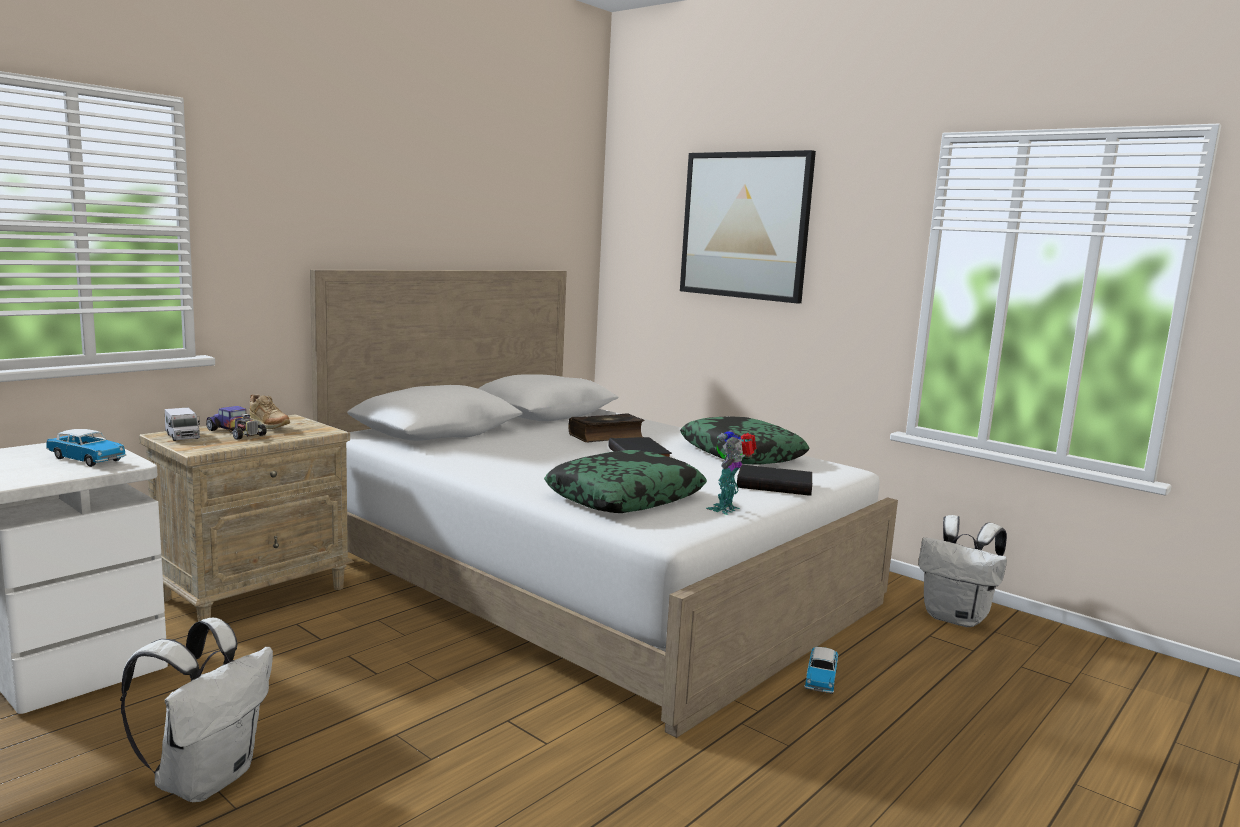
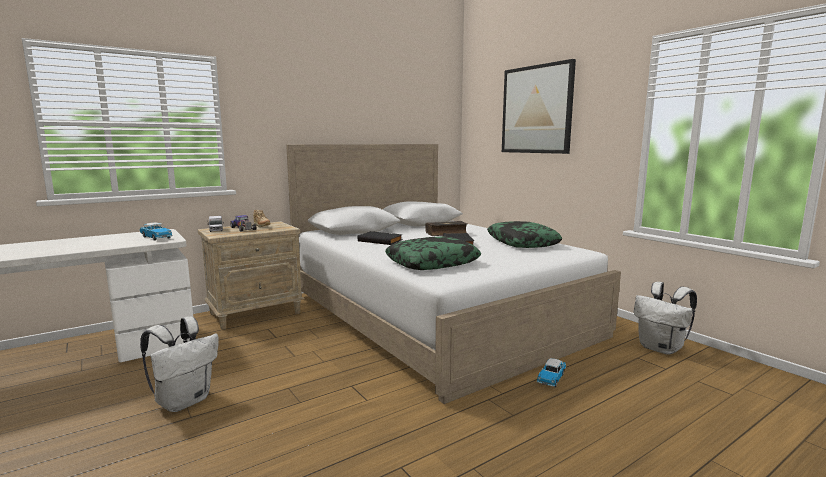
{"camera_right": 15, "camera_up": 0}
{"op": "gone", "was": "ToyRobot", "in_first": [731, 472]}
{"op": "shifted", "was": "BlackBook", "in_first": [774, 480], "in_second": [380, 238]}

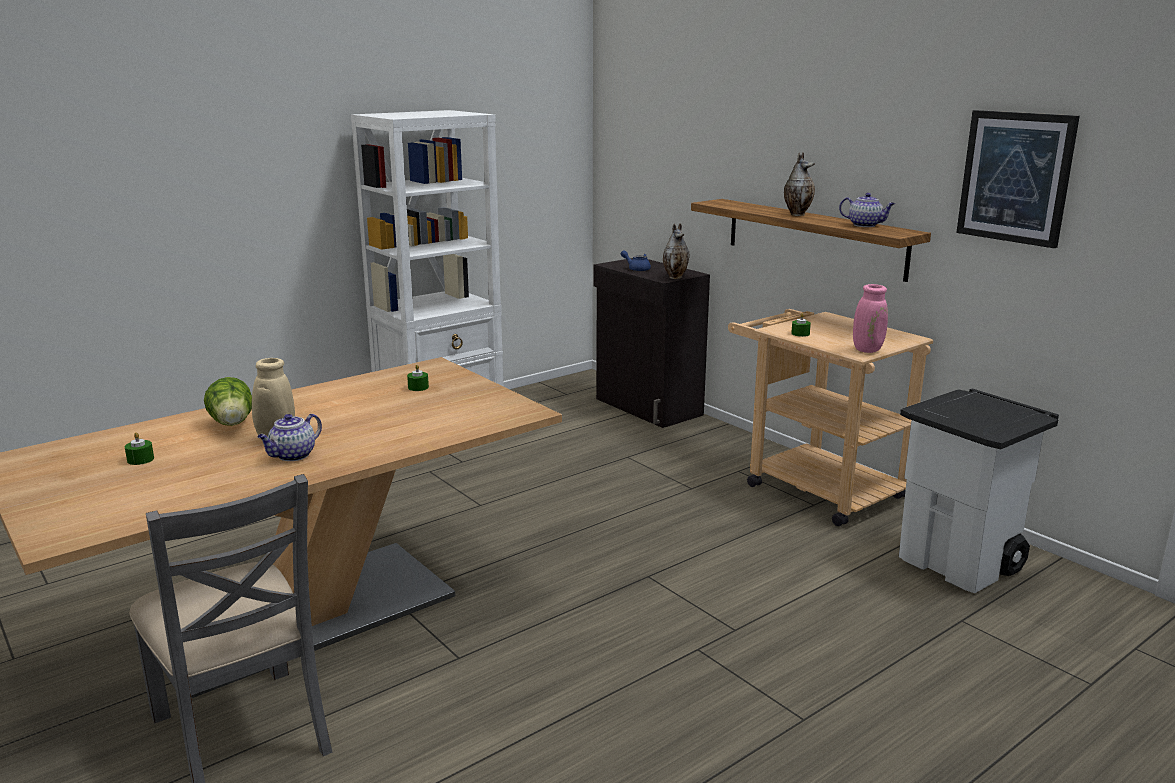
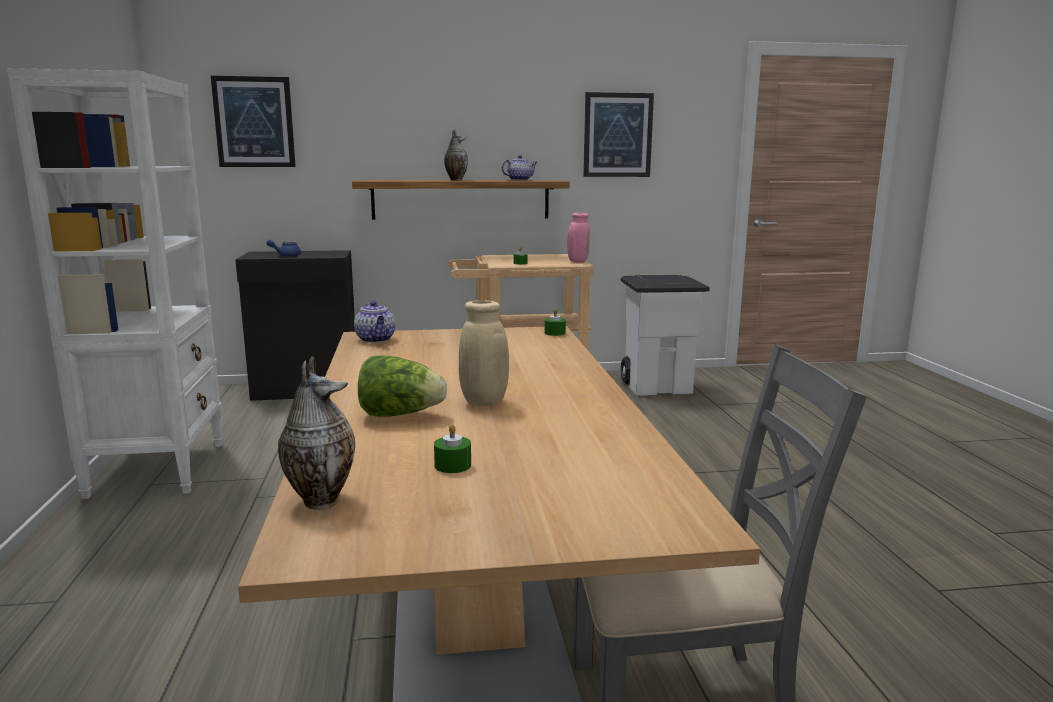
{"camera_right": -60, "camera_up": -5}
{"op": "shifted", "was": "Vase", "in_first": [676, 251], "in_second": [316, 433]}
{"op": "shifted", "was": "GreenCandle", "in_first": [418, 377], "in_second": [555, 322]}
{"op": "shifted", "was": "Teapot", "in_first": [289, 437], "in_second": [375, 322]}
{"op": "new", "now": "Picture", "in_second": [253, 121]}

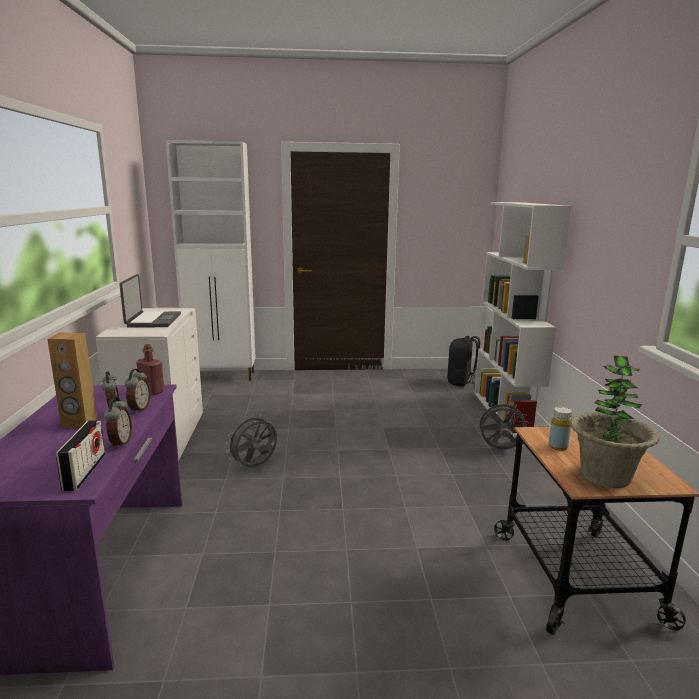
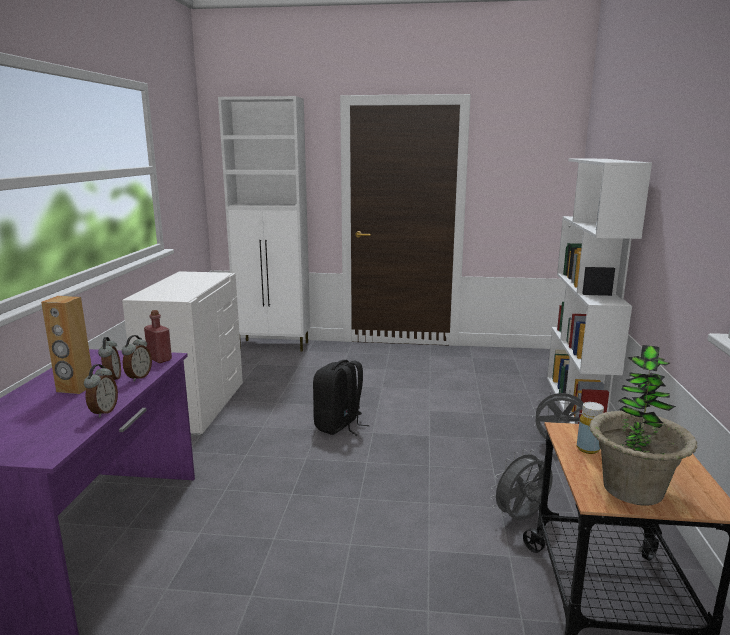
{"camera_right": 10, "camera_up": 0}
{"op": "gone", "was": "Laptop", "in_first": [150, 301]}
{"op": "shifted", "was": "BlackBackpack", "in_first": [464, 361], "in_second": [341, 398]}
{"op": "shifted", "was": "GreyFan", "in_first": [251, 440], "in_second": [521, 485]}
{"op": "gone", "was": "Radio", "in_first": [80, 455]}

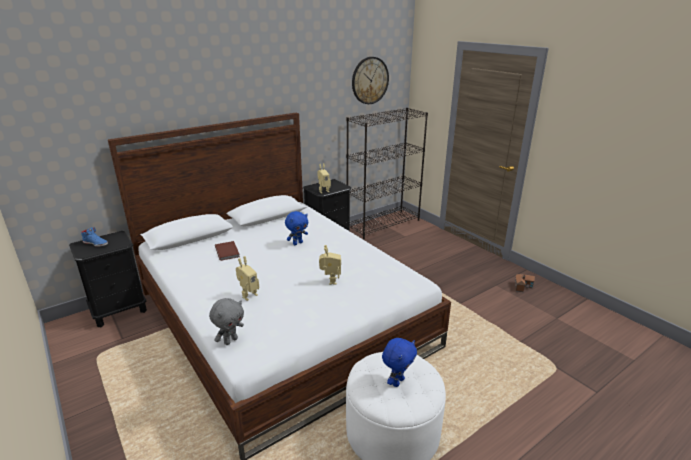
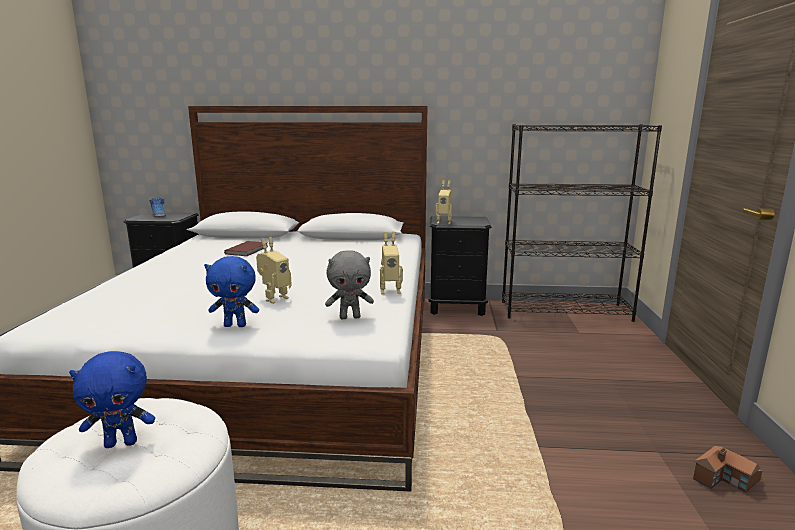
{"camera_right": 40, "camera_up": -10}
{"op": "gone", "was": "WallClock", "in_first": [370, 80]}
{"op": "shifted", "was": "BluePlushToy", "in_first": [296, 228], "in_second": [231, 291]}
{"op": "shifted", "was": "ToyRobot", "in_first": [247, 278], "in_second": [391, 263]}
{"op": "shifted", "was": "GreyPlushToy", "in_first": [226, 321], "in_second": [349, 284]}

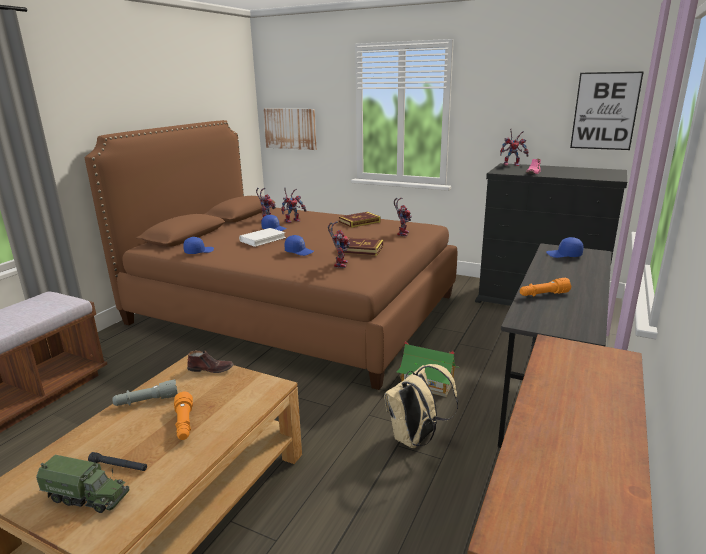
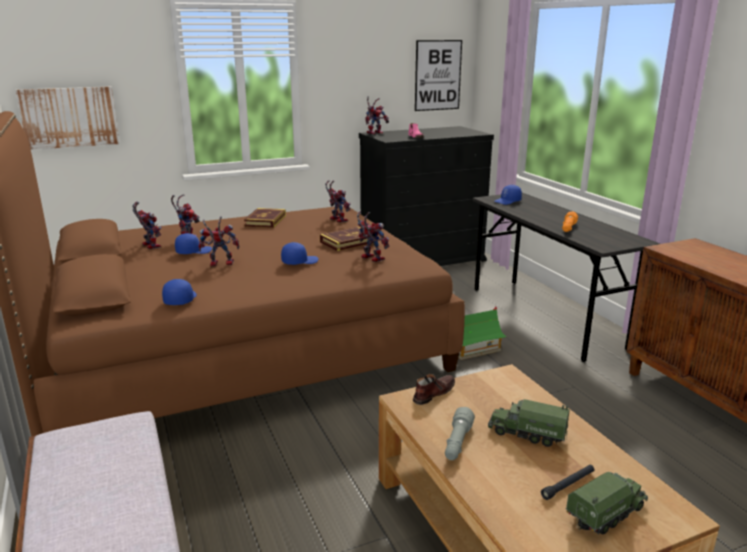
{"camera_right": -50, "camera_up": 0}
{"op": "swapped", "was": "WhiteBook", "now": "ToyRobot", "in_first": [263, 237], "in_second": [218, 241]}
{"op": "gone", "was": "BeigeBackpack", "in_first": [421, 406]}
{"op": "swapped", "was": "OrangeFlashlight", "now": "ToyTruck", "in_first": [183, 415], "in_second": [528, 423]}

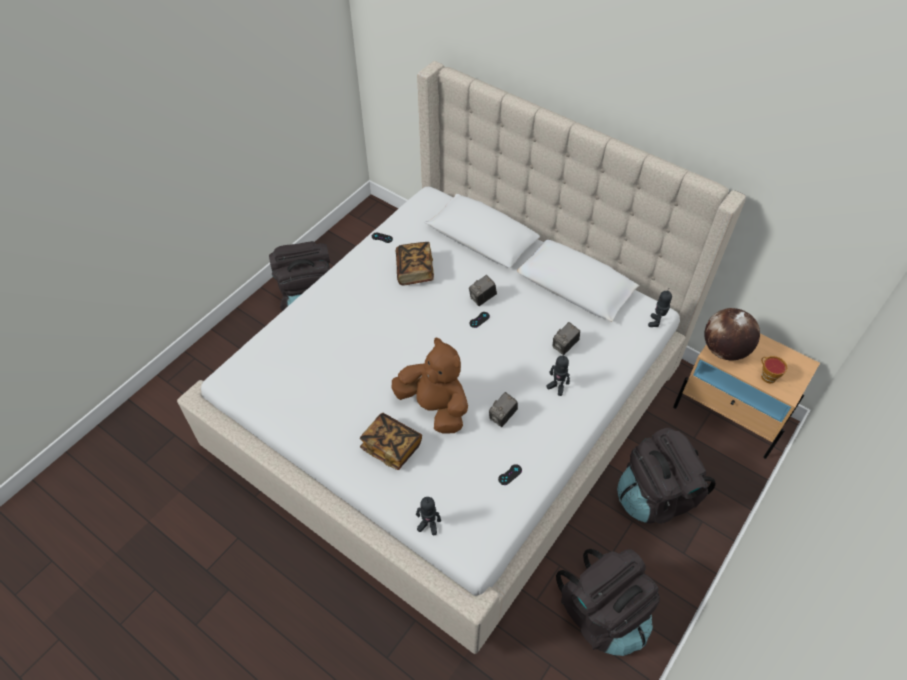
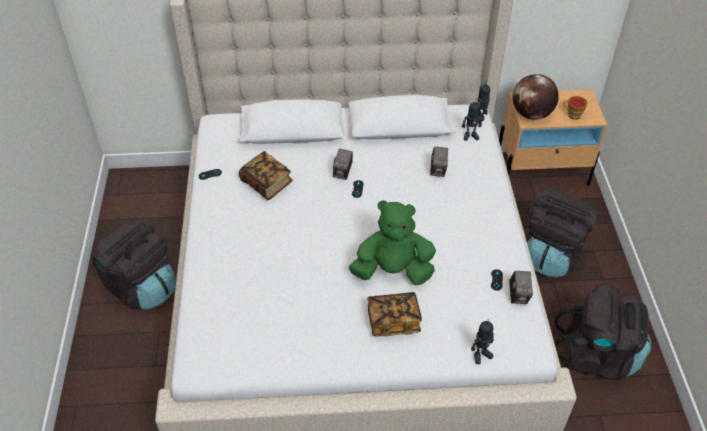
{"camera_right": -40, "camera_up": -5}
{"op": "repainted", "was": "BrownPlushToy", "now": "GreenPlushToy", "in_first": [430, 385], "in_second": [392, 242]}
{"op": "shifted", "was": "ToyRobot", "in_first": [558, 375], "in_second": [472, 120]}
{"op": "shifted", "was": "PhotoCamera", "in_first": [503, 409], "in_second": [521, 287]}

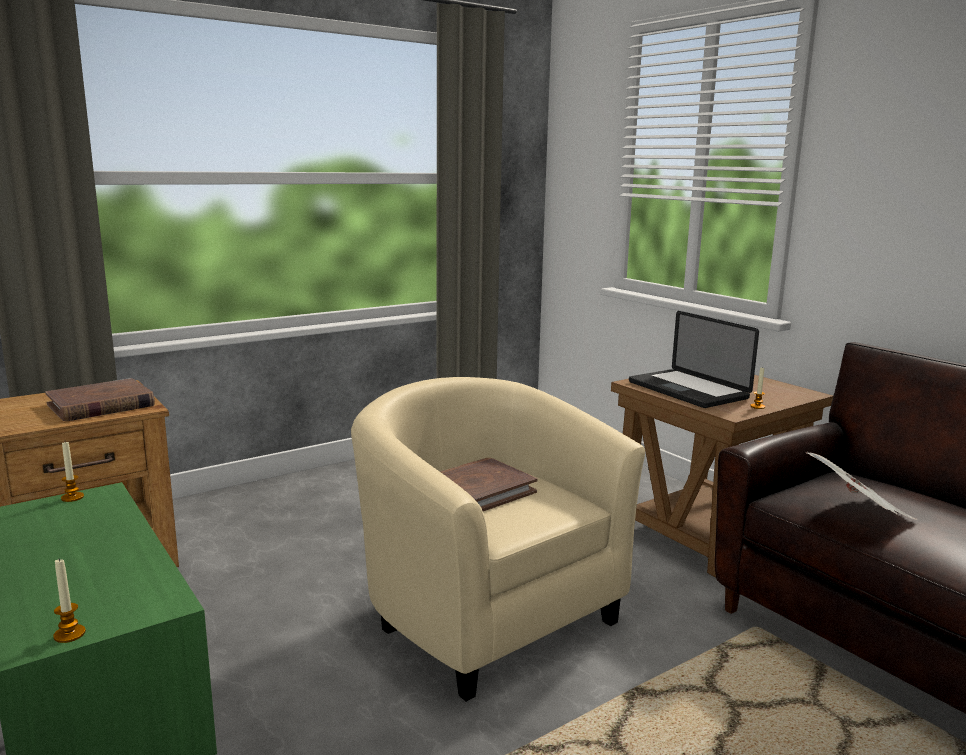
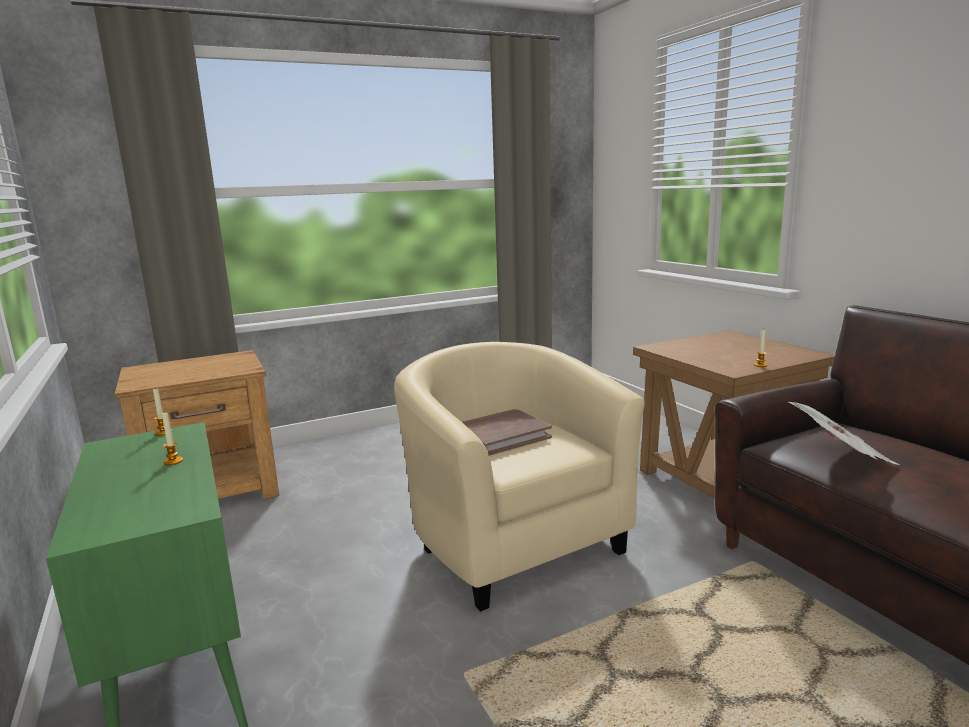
{"camera_right": 10, "camera_up": 0}
{"op": "gone", "was": "Laptop", "in_first": [694, 359]}
{"op": "gone", "was": "BrownBook", "in_first": [100, 399]}
{"op": "shifted", "was": "Candle", "in_first": [69, 601], "in_second": [172, 438]}

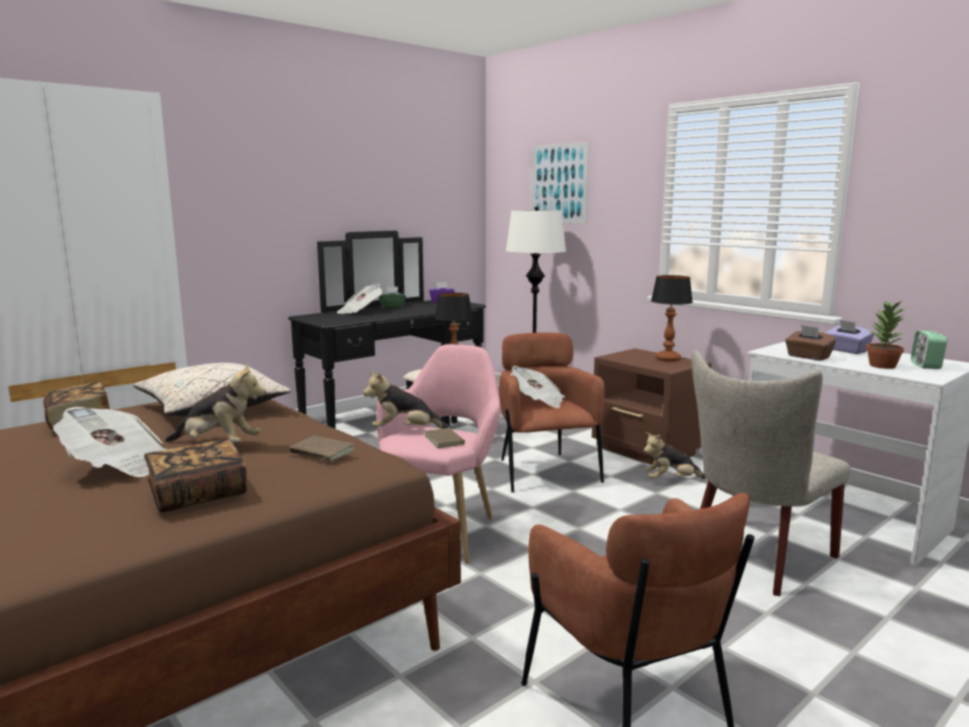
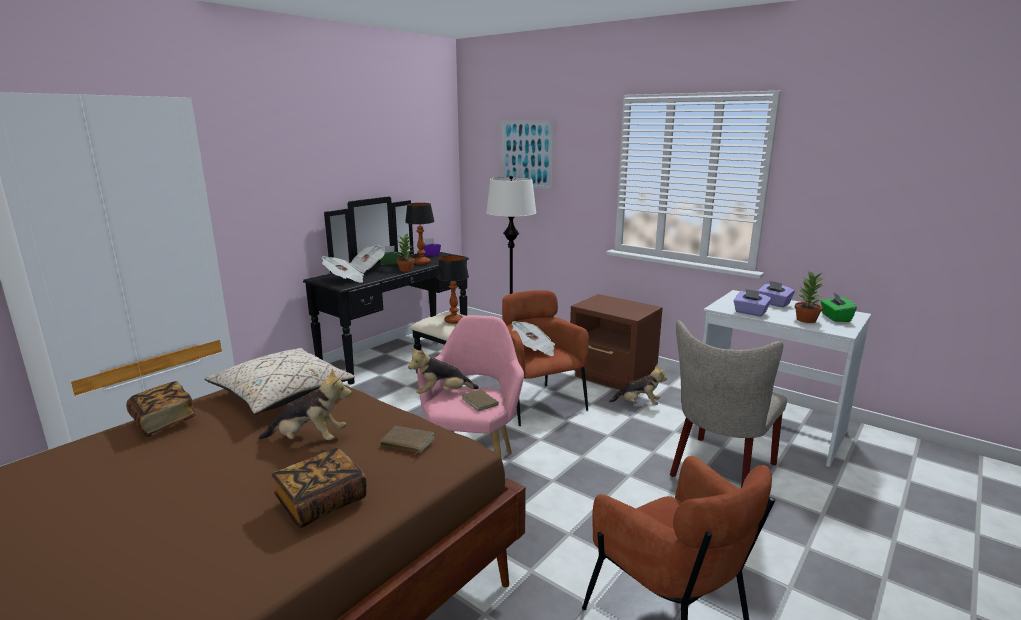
{"camera_right": -10, "camera_up": 5}
{"op": "shifted", "was": "TableLamp", "in_first": [672, 318], "in_second": [419, 234]}
{"op": "repainted", "was": "BrownTissueBox", "now": "PurpleTissueBox", "in_first": [810, 343], "in_second": [752, 302]}
{"op": "swapped", "was": "AlarmClock", "now": "GreenTissueBox", "in_first": [929, 350], "in_second": [839, 307]}
{"op": "shifted", "was": "Newspaper", "in_first": [110, 442], "in_second": [343, 269]}
{"op": "rotated", "was": "PlushToy", "in_first": [675, 455], "in_second": [638, 385], "clockwise": -150}
{"op": "new", "now": "PottedPlant", "in_second": [406, 253]}

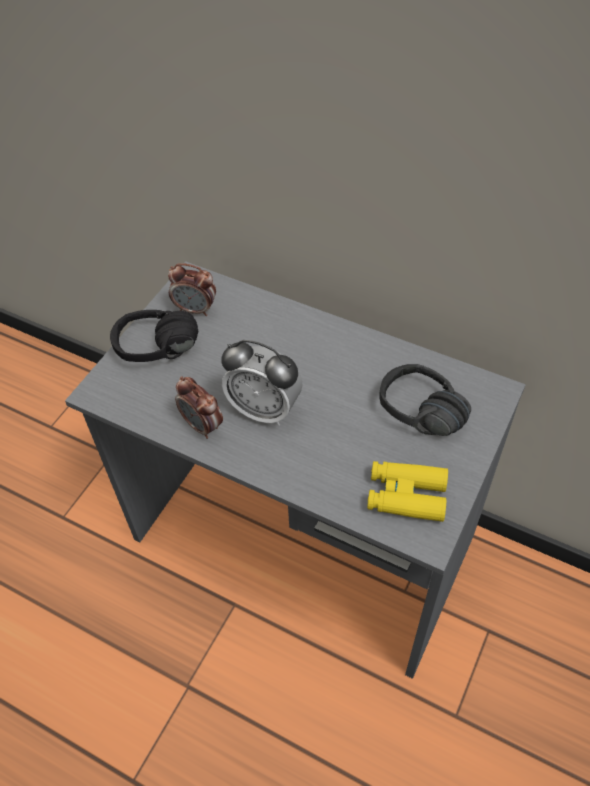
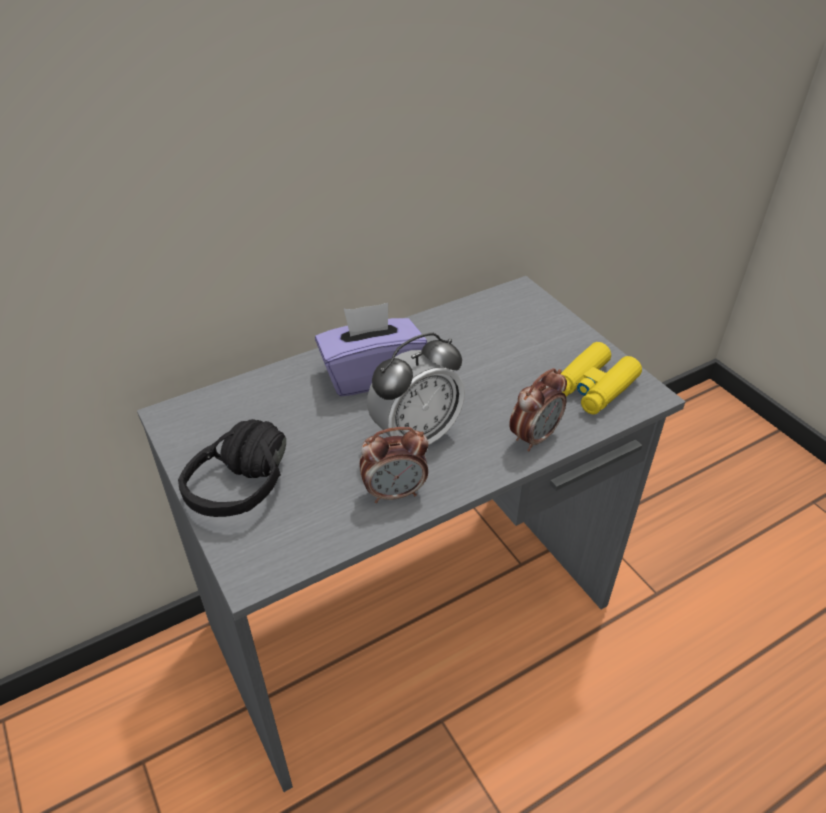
{"camera_right": -60, "camera_up": -10}
{"op": "shifted", "was": "AlarmClock", "in_first": [192, 289], "in_second": [538, 409]}
{"op": "gone", "was": "BlackHeadphones", "in_first": [425, 400]}
{"op": "new", "now": "PurpleTissueBox", "in_second": [371, 349]}

